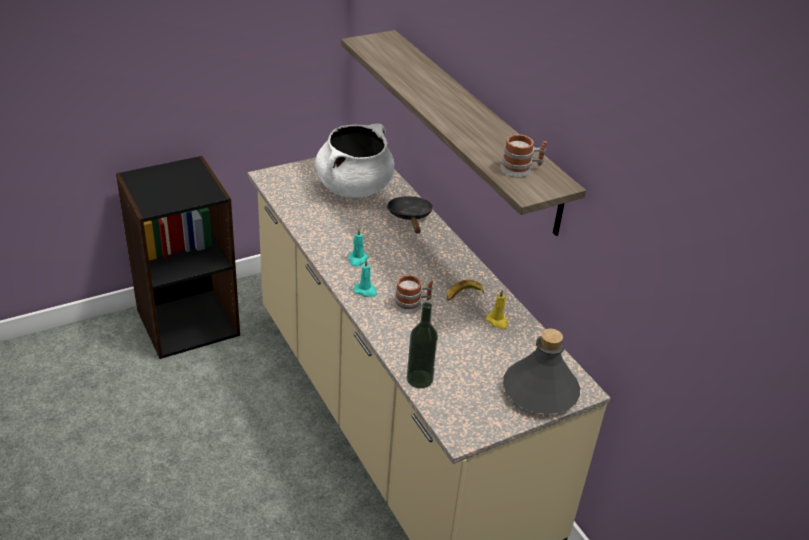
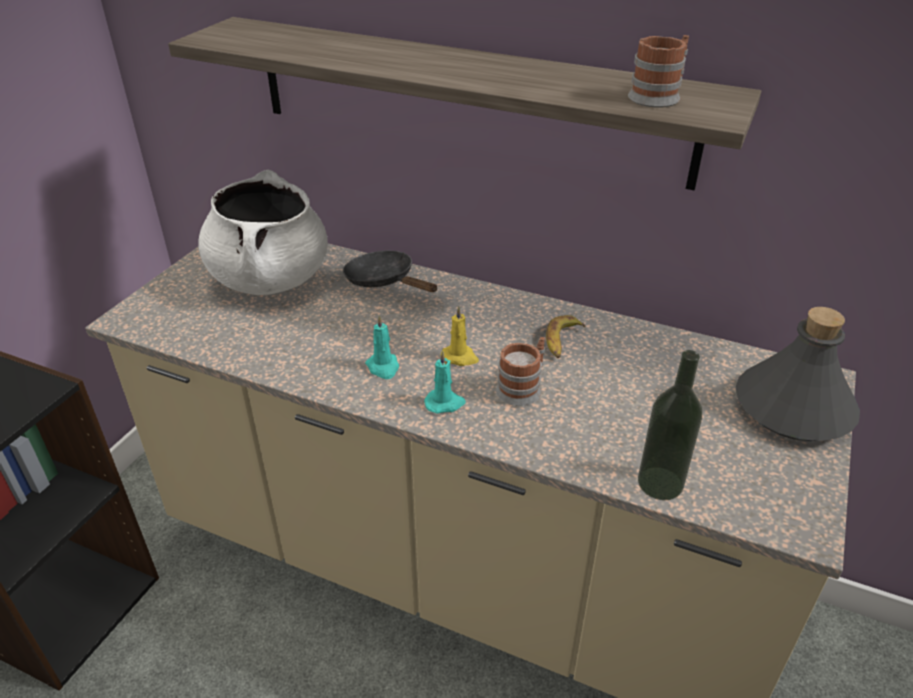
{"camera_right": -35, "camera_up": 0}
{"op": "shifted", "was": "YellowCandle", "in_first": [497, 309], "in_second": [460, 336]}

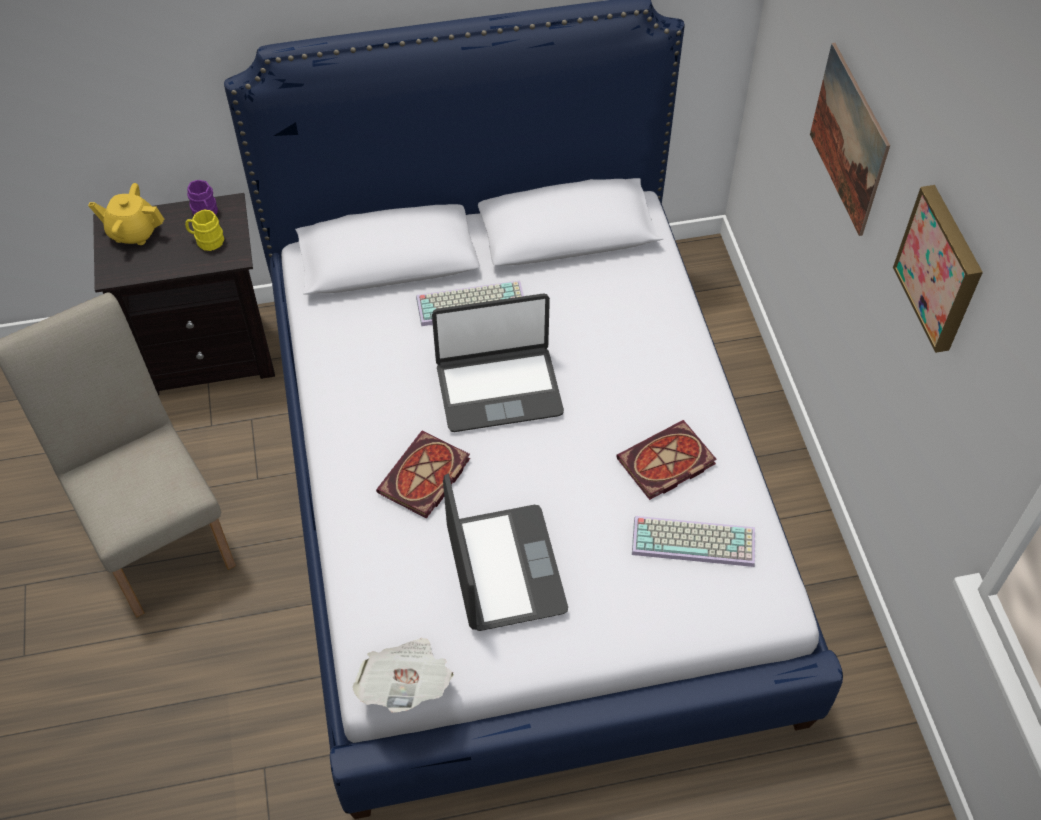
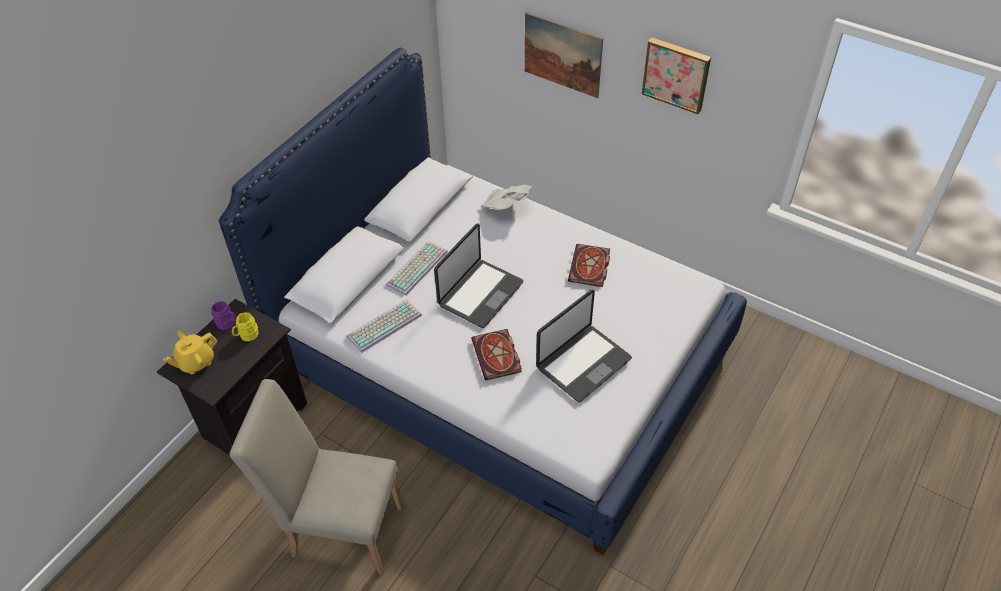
{"camera_right": -45, "camera_up": -5}
{"op": "rotated", "was": "Laptop", "in_first": [505, 552], "in_second": [584, 345], "clockwise": 105}
{"op": "shifted", "was": "Keyboard", "in_first": [693, 541], "in_second": [384, 326]}
{"op": "shifted", "was": "Newspaper", "in_first": [403, 675], "in_second": [506, 197]}

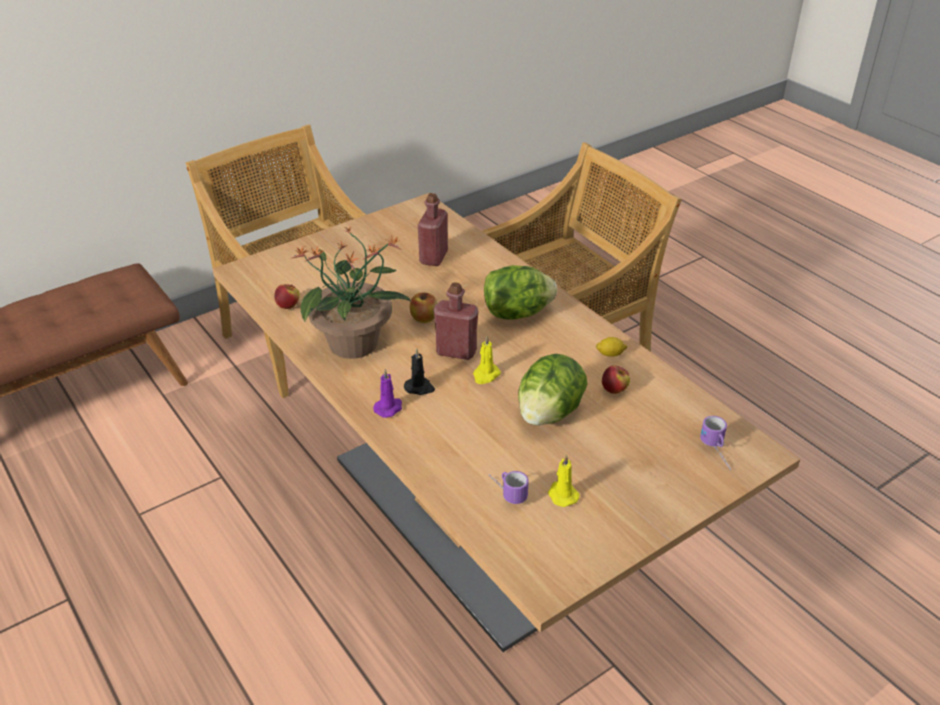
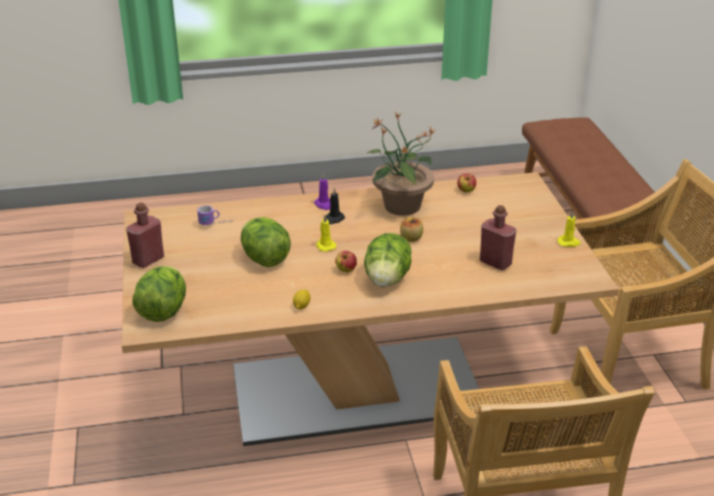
{"camera_right": 115, "camera_up": -5}
{"op": "shifted", "was": "RedBottle", "in_first": [456, 321], "in_second": [145, 235]}
{"op": "shifted", "was": "Apple", "in_first": [616, 379], "in_second": [346, 261]}
{"op": "swapped", "was": "Mug", "now": "Lettuce", "in_first": [715, 443], "in_second": [159, 294]}
{"op": "shifted", "was": "YellowCandle", "in_first": [563, 480], "in_second": [569, 229]}

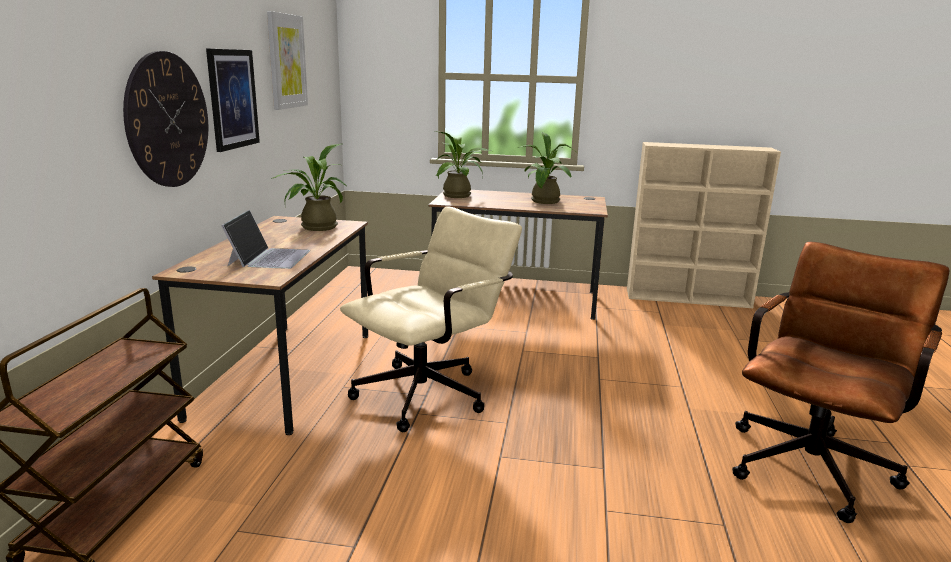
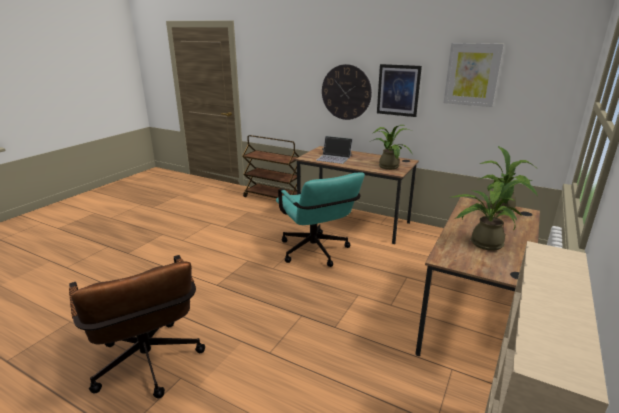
{"camera_right": 110, "camera_up": 5}
{"op": "repainted", "was": "BeigeOfficeChair", "now": "TurquoiseOfficeChair", "in_first": [431, 319], "in_second": [320, 219]}

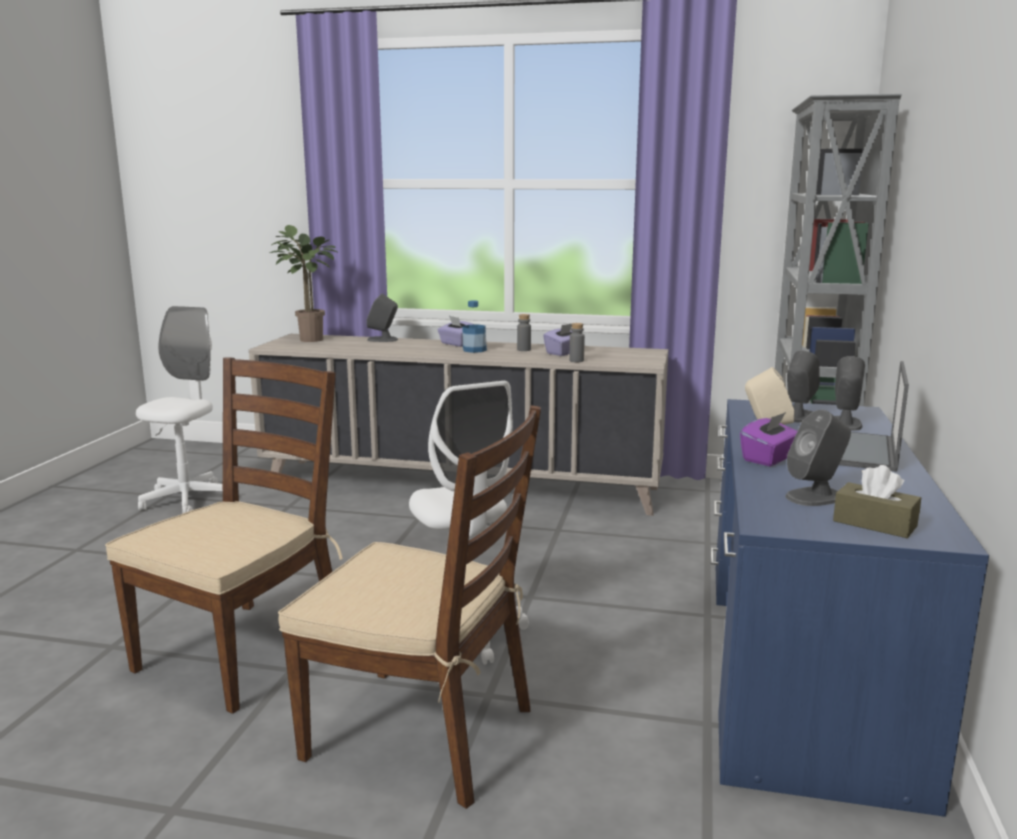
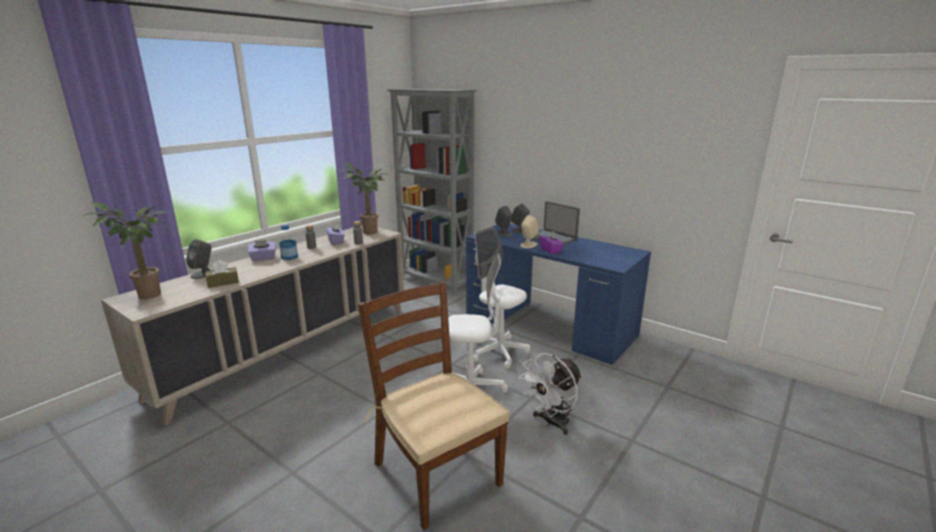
{"camera_right": -65, "camera_up": 5}
{"op": "shifted", "was": "WhiteOfficeChair", "in_first": [179, 409], "in_second": [502, 298]}
{"op": "swapped", "was": "BrownChair", "now": "WhiteFan", "in_first": [409, 607], "in_second": [550, 394]}
{"op": "gone", "was": "GreySpeaker", "in_first": [818, 458]}
{"op": "shifted", "was": "BrownTissueBox", "in_first": [877, 501], "in_second": [222, 274]}
{"op": "new", "now": "PottedPlant", "in_second": [364, 198]}

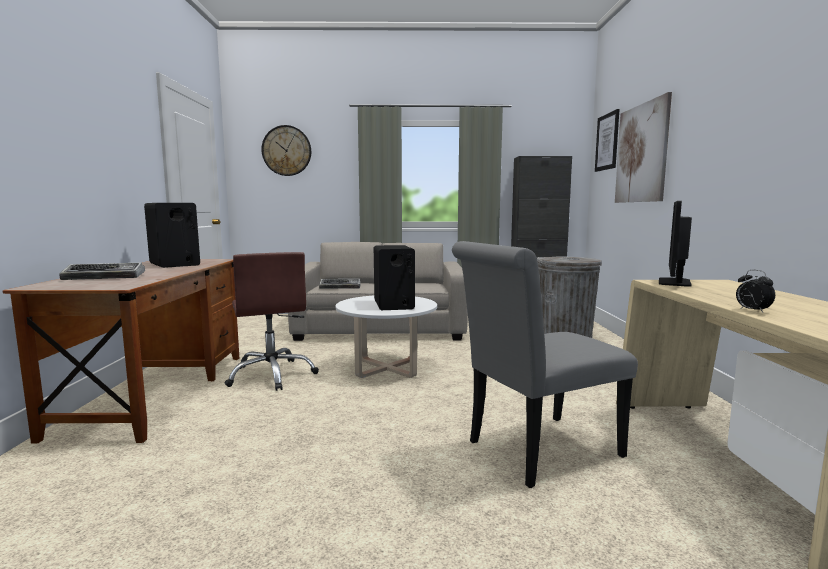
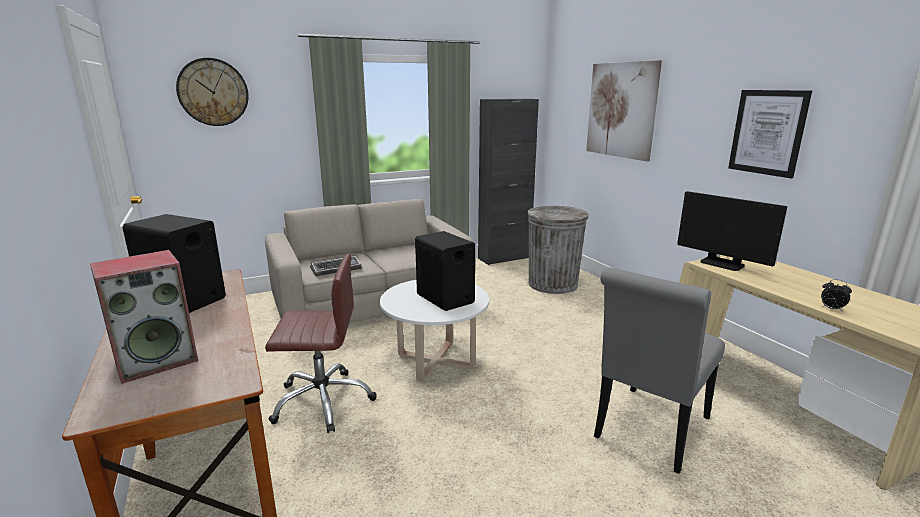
{"camera_right": -25, "camera_up": 10}
{"op": "shifted", "was": "Picture", "in_first": [607, 140], "in_second": [770, 134]}
{"op": "rotated", "was": "Monitor", "in_first": [675, 244], "in_second": [732, 231], "clockwise": -45}
{"op": "rotated", "was": "BrownOfficeChair", "in_first": [272, 321], "in_second": [321, 343], "clockwise": -45}
{"op": "swapped", "was": "Keyboard", "now": "Speaker", "in_first": [102, 271], "in_second": [144, 317]}

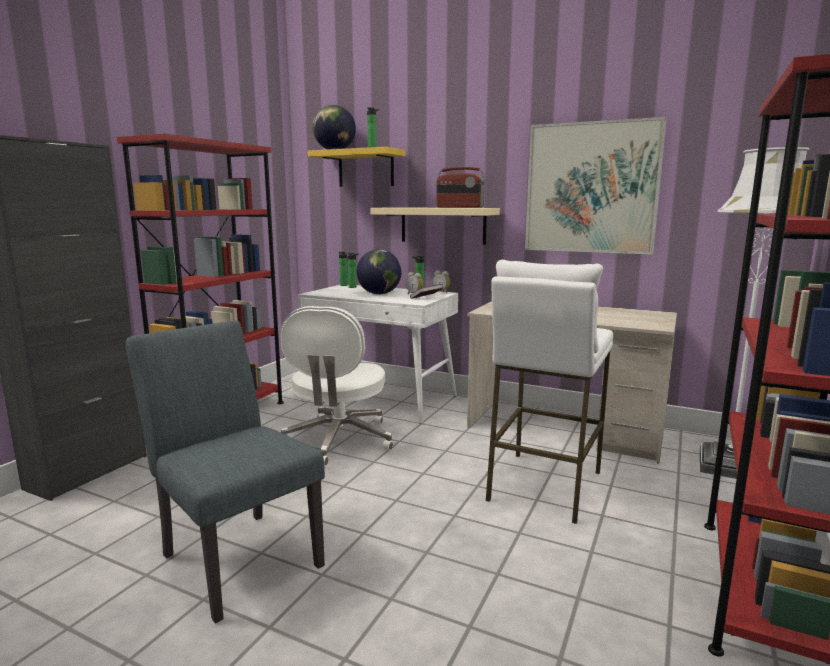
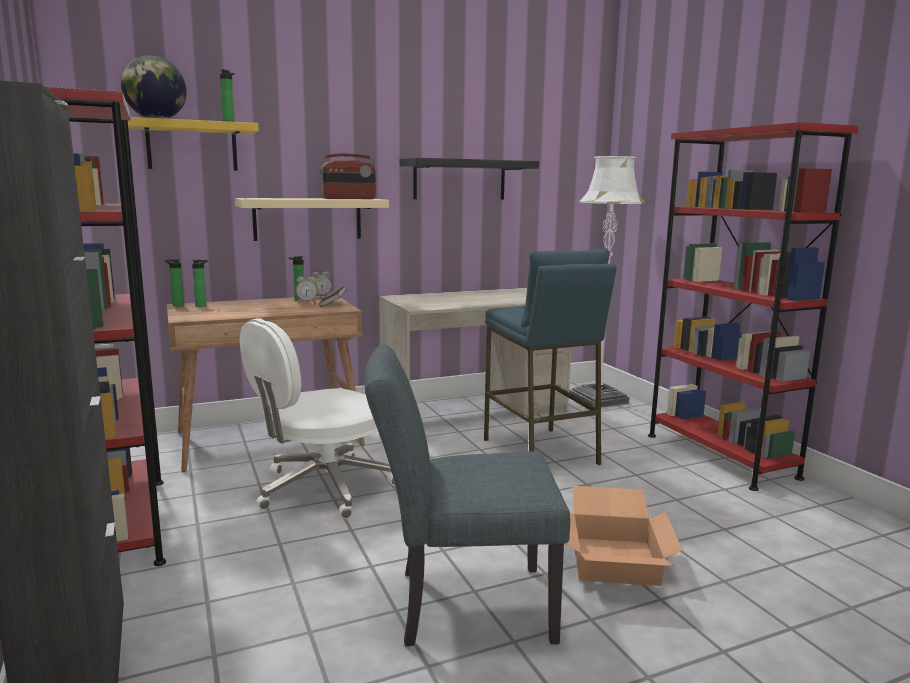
{"camera_right": -50, "camera_up": 0}
{"op": "swapped", "was": "Picture", "now": "BlackShelf", "in_first": [596, 186], "in_second": [469, 179]}
{"op": "gone", "was": "Globe", "in_first": [379, 271]}
{"op": "repainted", "was": "WhiteStool", "now": "BlueStool", "in_first": [549, 392], "in_second": [550, 356]}
{"op": "repainted", "was": "WhiteDesk", "now": "BrownDesk", "in_first": [378, 354], "in_second": [266, 384]}
{"op": "rotated", "was": "WhiteOfficeChair", "in_first": [336, 386], "in_second": [317, 418], "clockwise": 90}
{"op": "new", "now": "CardboardBox", "in_second": [624, 536]}

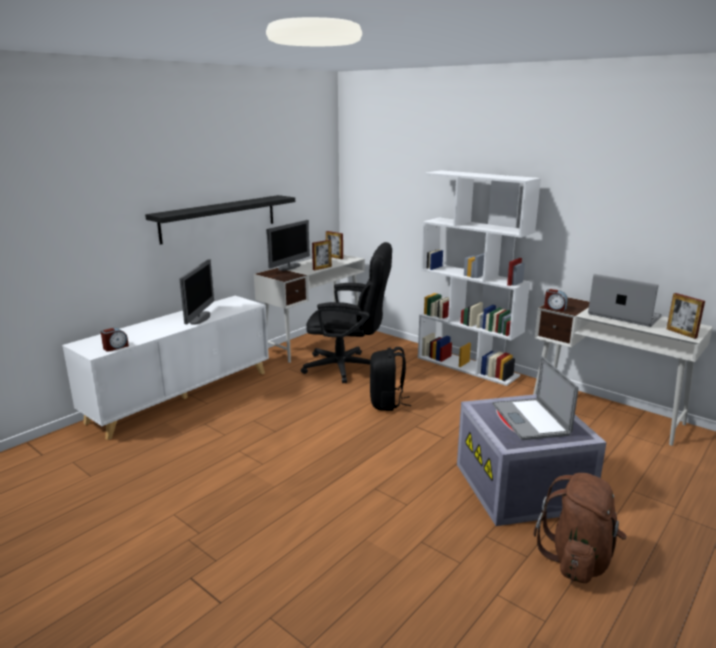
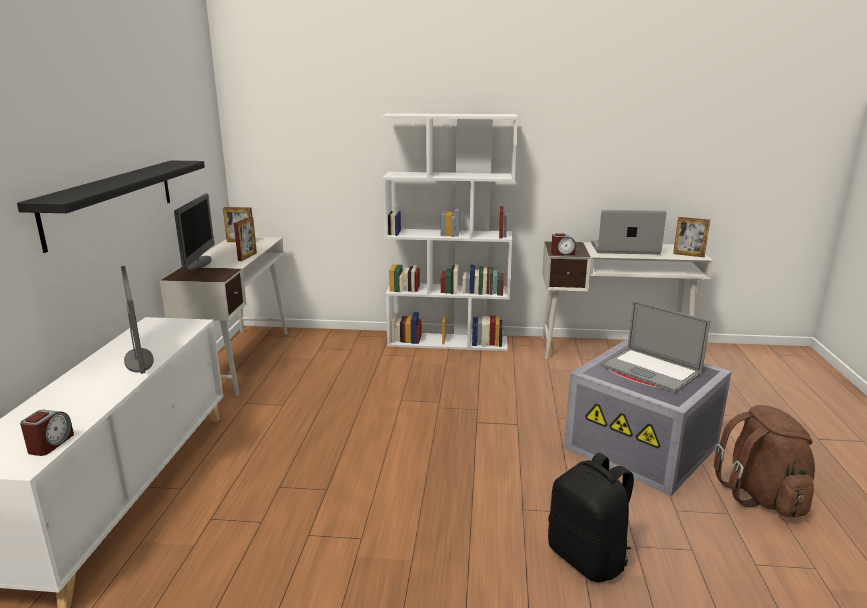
{"camera_right": -35, "camera_up": 0}
{"op": "gone", "was": "BlackOfficeChair", "in_first": [346, 312]}
{"op": "shifted", "was": "BlackBackpack", "in_first": [390, 379], "in_second": [591, 517]}

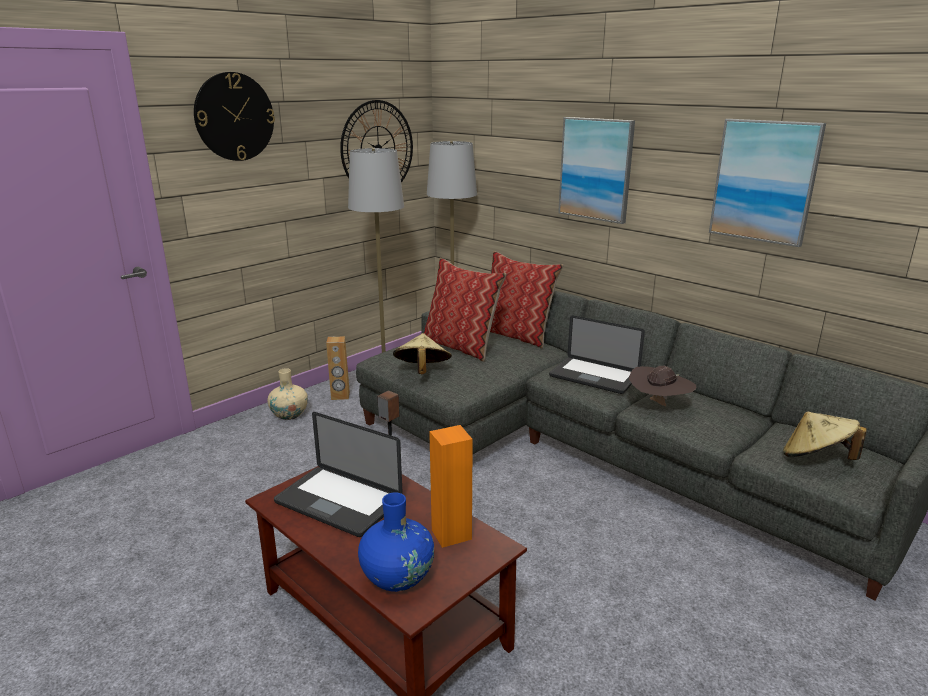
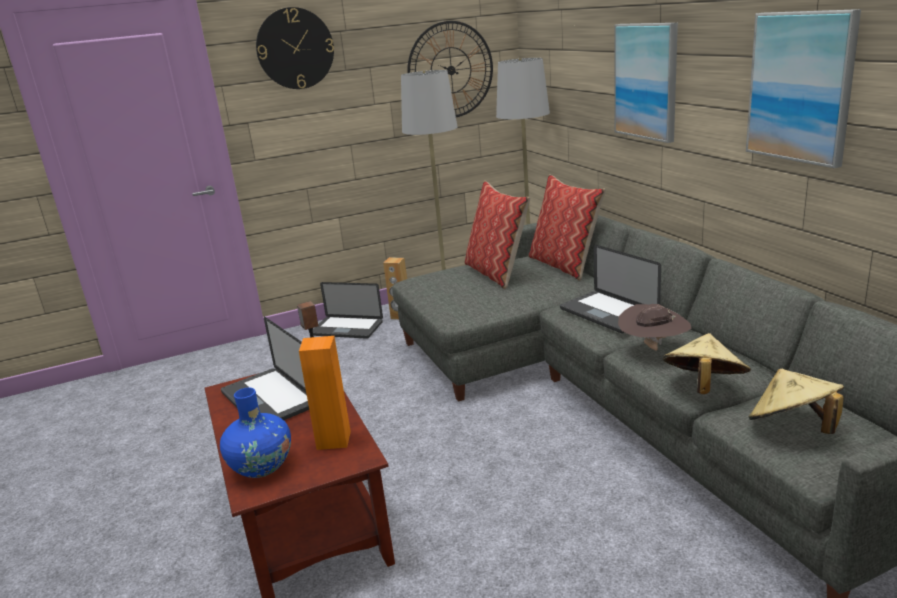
{"camera_right": 25, "camera_up": 0}
{"op": "shifted", "was": "BeigeHat", "in_first": [422, 353], "in_second": [707, 363]}
{"op": "swapped", "was": "BeigeVase", "now": "Laptop", "in_first": [288, 394], "in_second": [348, 310]}

